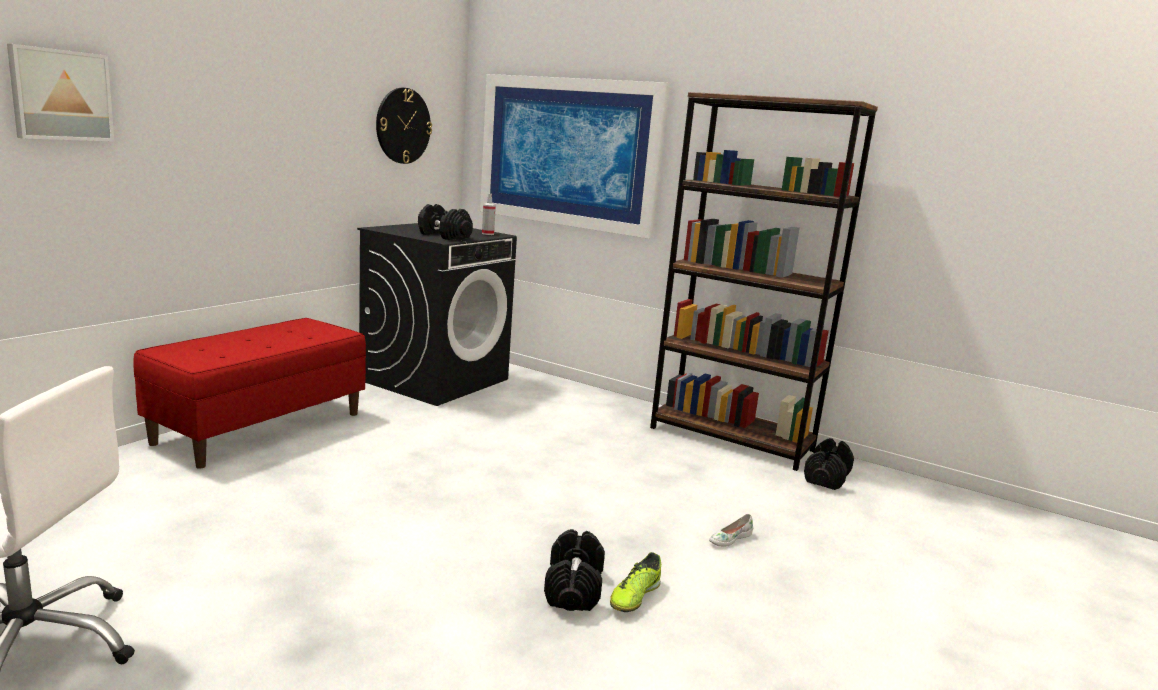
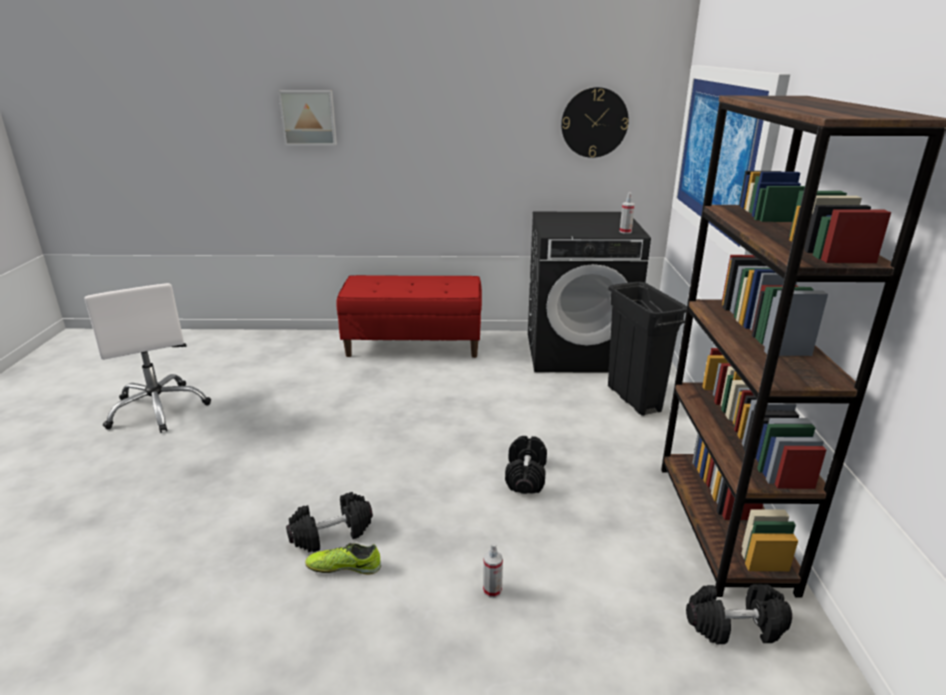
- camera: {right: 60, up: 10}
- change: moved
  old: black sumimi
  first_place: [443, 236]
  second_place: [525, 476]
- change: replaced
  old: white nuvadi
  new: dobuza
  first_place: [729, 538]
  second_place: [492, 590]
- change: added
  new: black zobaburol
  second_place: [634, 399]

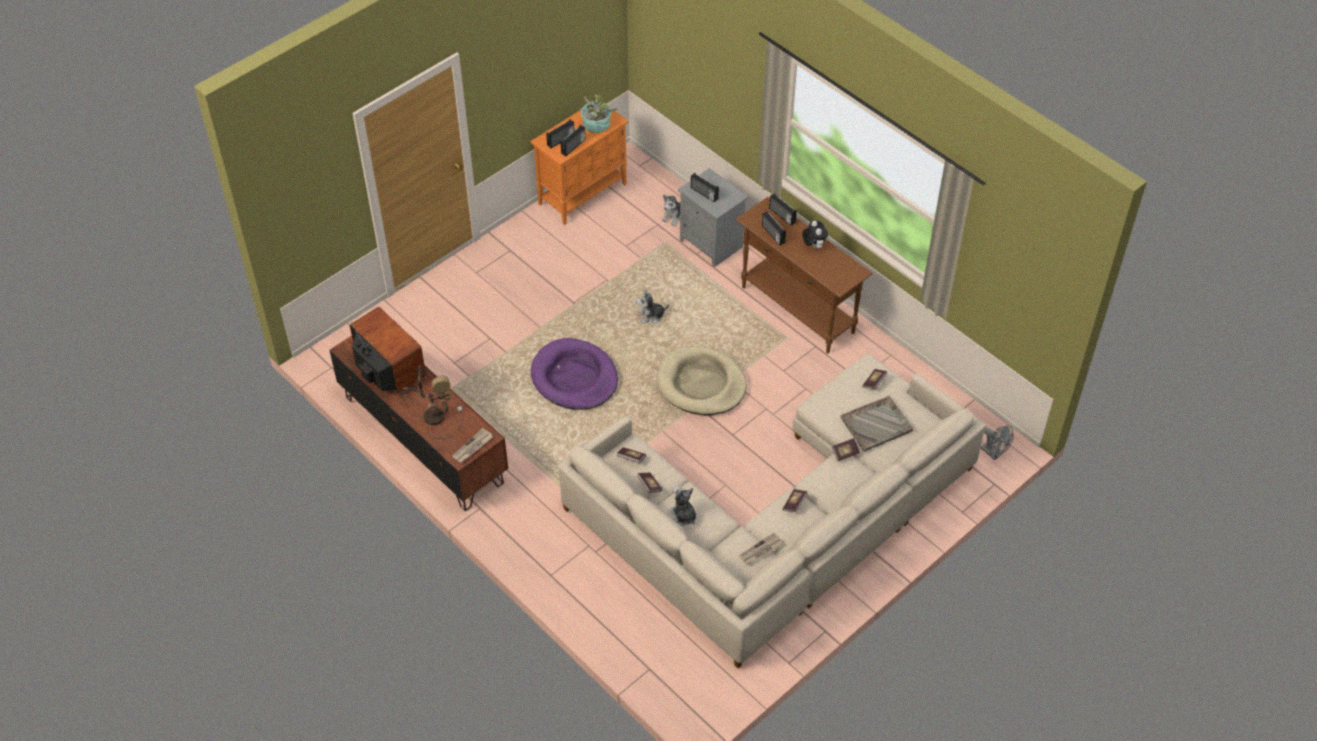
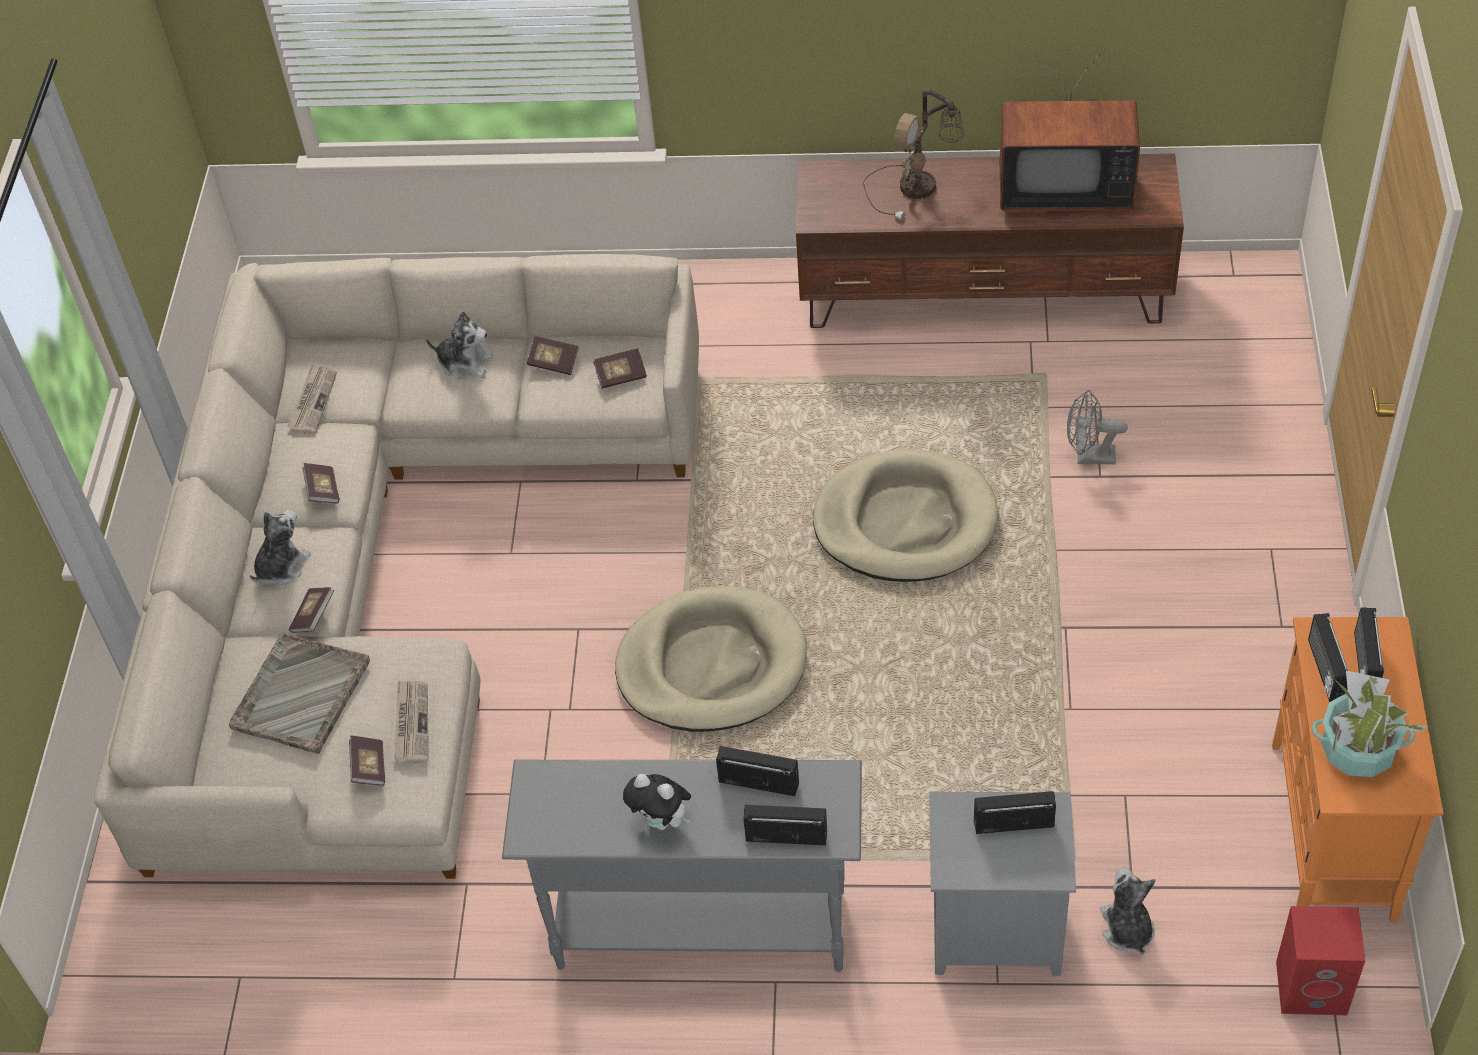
- camera: {right: 140, up: 0}
- change: moved
  old: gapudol
  first_place: [472, 447]
  second_place: [411, 723]
- change: recoloured
  old: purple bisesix
  new: beige bisesix
  first_place: [574, 378]
  second_place: [905, 522]
- change: moved
  old: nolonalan
  first_place: [651, 316]
  second_place: [281, 566]
- change: recoloured
  old: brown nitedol
  new: grey nitedol
  first_place: [797, 310]
  second_place: [700, 927]
- change: moved
  old: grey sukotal
  first_place: [994, 453]
  second_place: [1089, 457]
- change: added
  new: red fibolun
  second_place: [1313, 986]

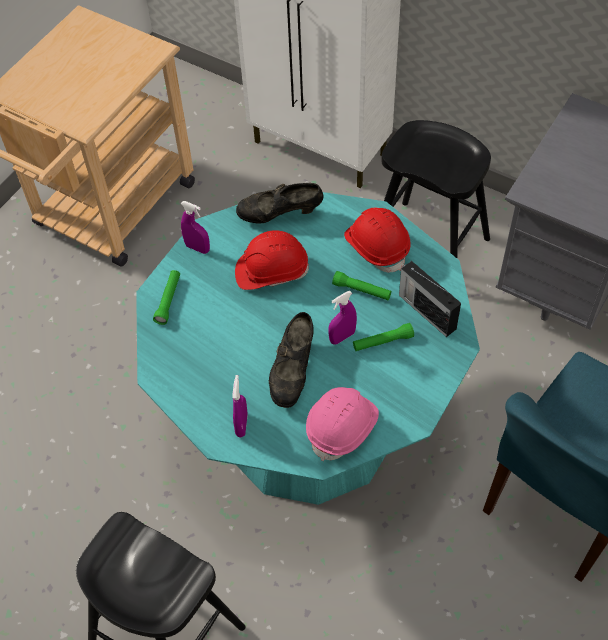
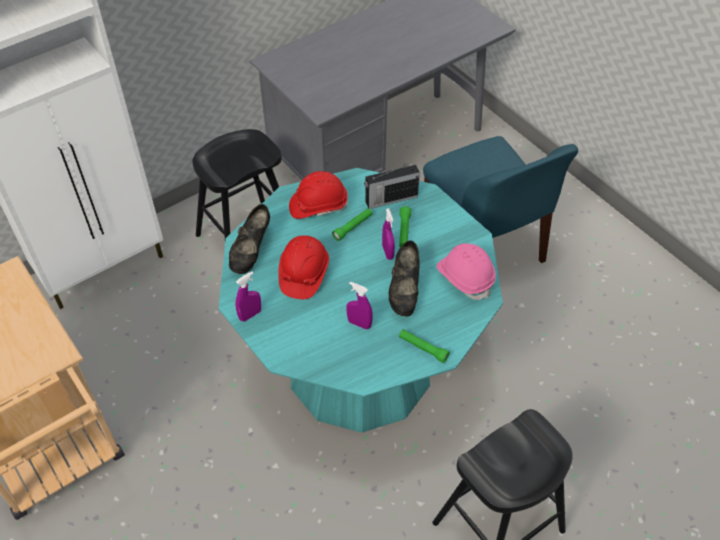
- camera: {right: -70, up: -5}
- change: moved
  old: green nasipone
  first_place: [168, 300]
  second_place: [423, 348]
- change: moved
  old: purple dobuza
  first_place: [241, 425]
  second_place: [359, 324]
- change: turned
  old: black nuvadi
  first_place: [292, 372]
  second_place: [404, 291]
  degrees: 60

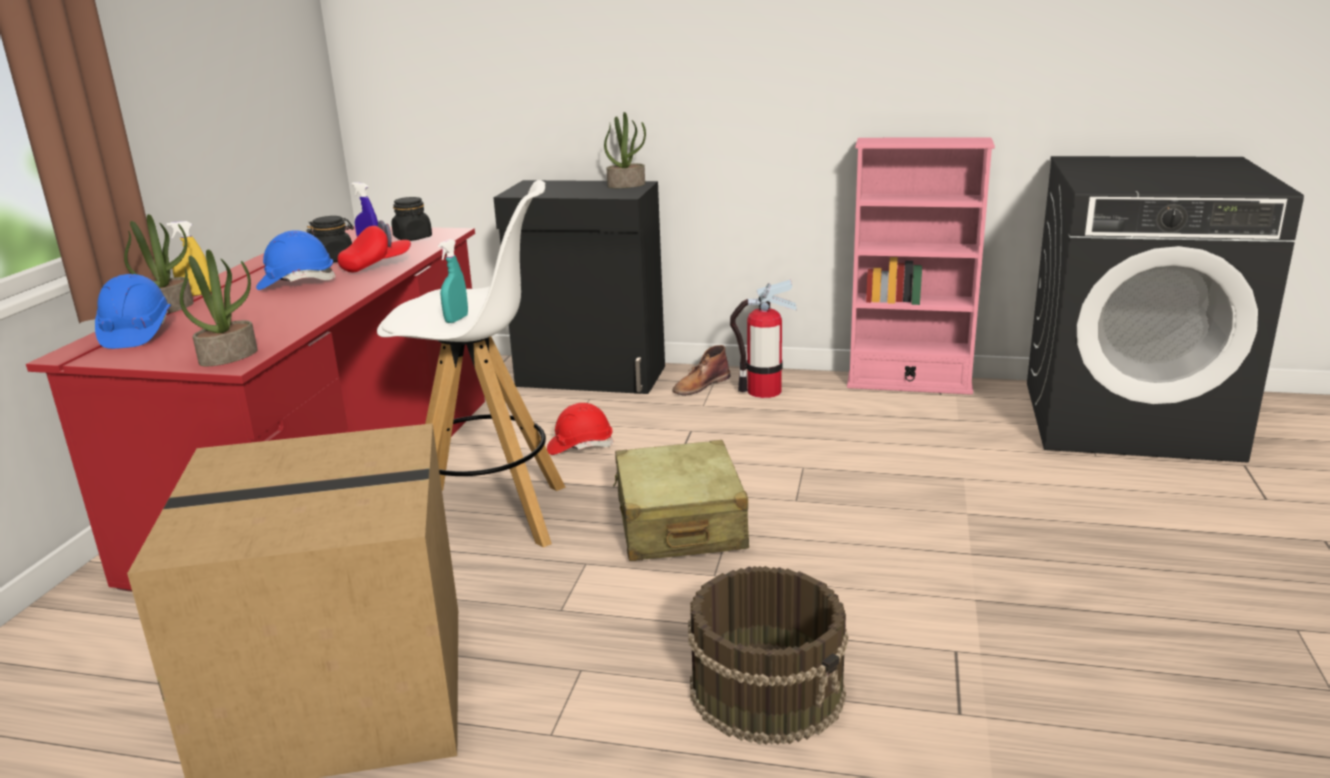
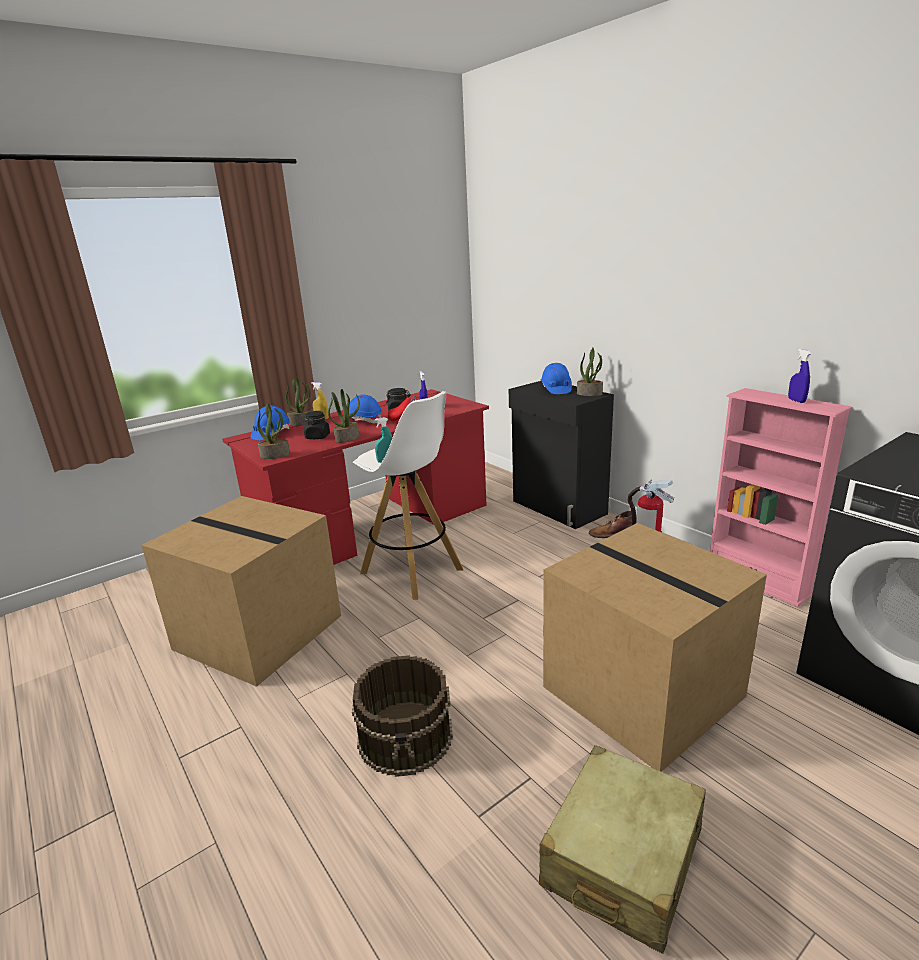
- camera: {right: 40, up: 0}
- change: moved
  old: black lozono
  first_place: [413, 238]
  second_place: [317, 437]
- change: removed
  old: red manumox
  first_place: [580, 446]
- change: moved
  old: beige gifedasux
  first_place: [679, 524]
  second_place: [622, 858]
- change: added
  new: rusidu
  second_place: [347, 438]
- change: added
  new: blue manumox
  second_place: [555, 389]
- change: added
  new: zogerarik
  second_place: [645, 691]
- change: added
  new: blue dobuza
  second_place: [796, 401]

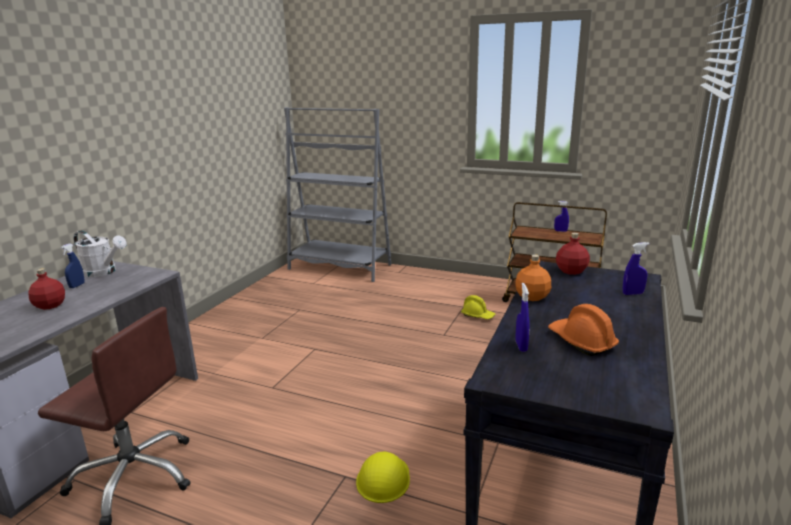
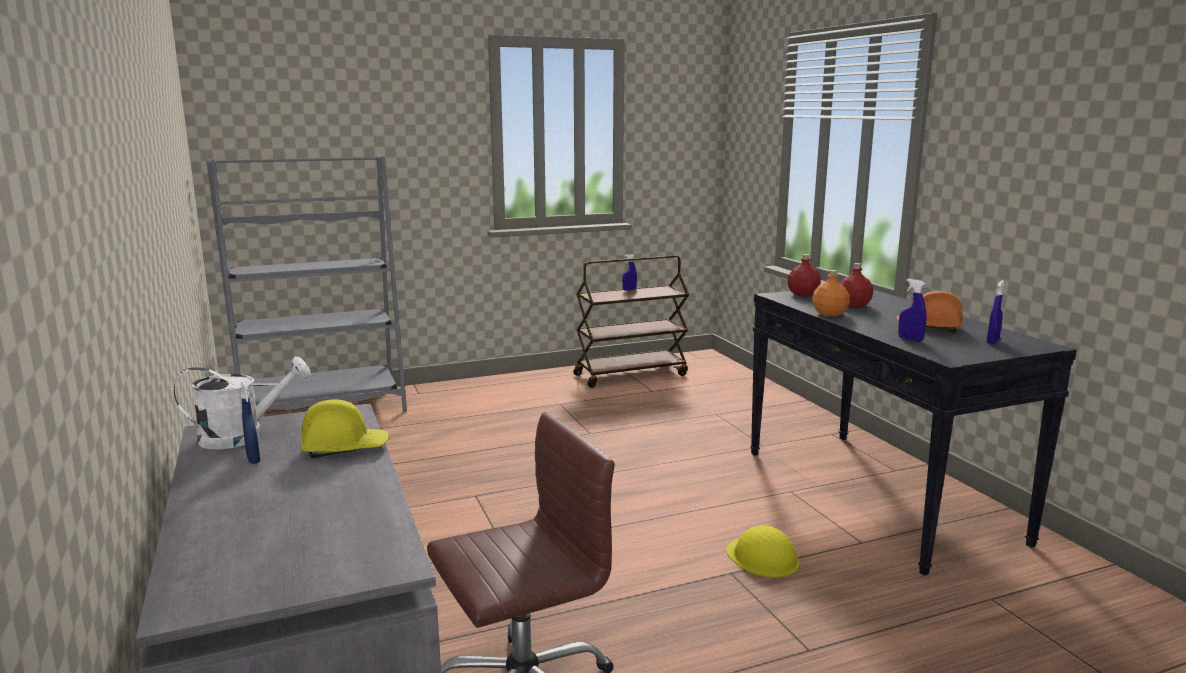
- camera: {right: -45, up: -5}
- change: moved
  old: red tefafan
  first_place: [50, 306]
  second_place: [854, 305]
- change: moved
  old: yellow manumox
  first_place: [477, 315]
  second_place: [345, 448]
- change: moved
  old: blue dobuza
  first_place: [633, 293]
  second_place: [992, 342]

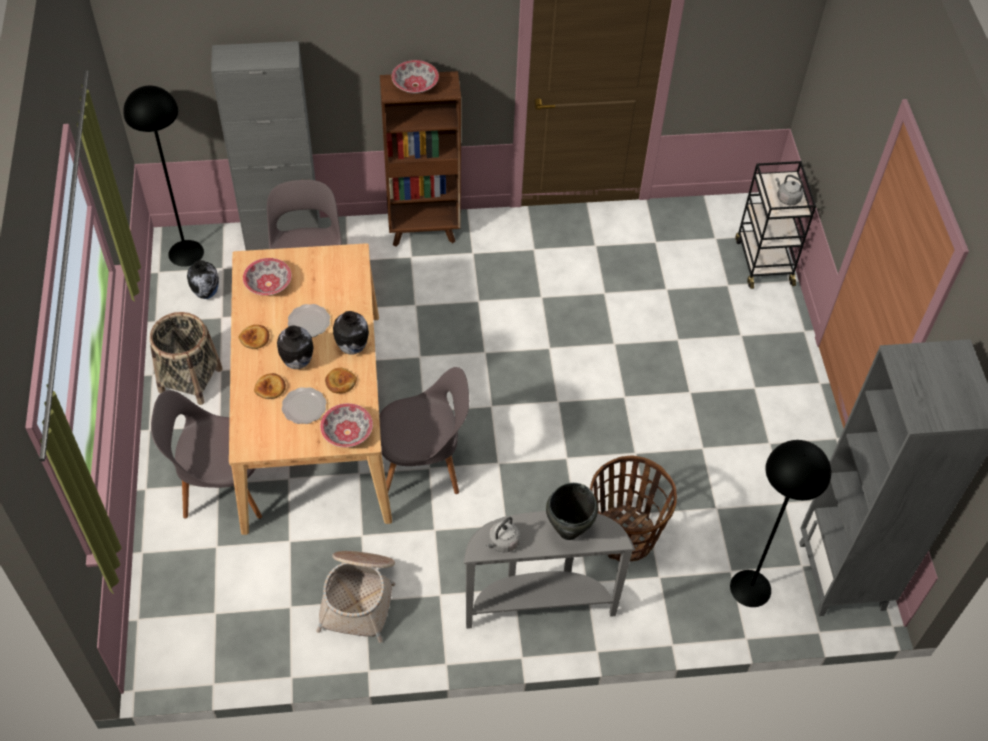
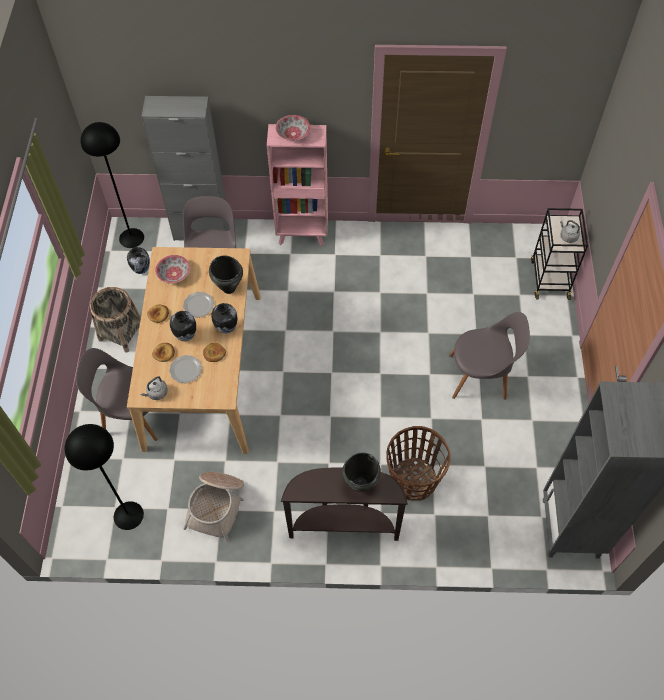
- camera: {right: 10, up: 5}
- change: removed
  old: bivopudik
  first_place: [347, 433]
- change: moved
  old: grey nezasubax
  first_place: [422, 465]
  second_place: [481, 376]
- change: recoloured
  old: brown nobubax
  new: pink nobubax
  first_place: [424, 231]
  second_place: [302, 234]
- change: recoloured
  old: grey nitedol
  new: brown nitedol
  first_place: [538, 604]
  second_place: [343, 525]
- change: moved
  old: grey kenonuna
  first_place: [502, 542]
  second_place: [156, 393]
- change: moved
  old: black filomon
  first_place: [750, 588]
  second_place: [128, 515]
- change: added
  new: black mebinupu
  second_place: [229, 288]

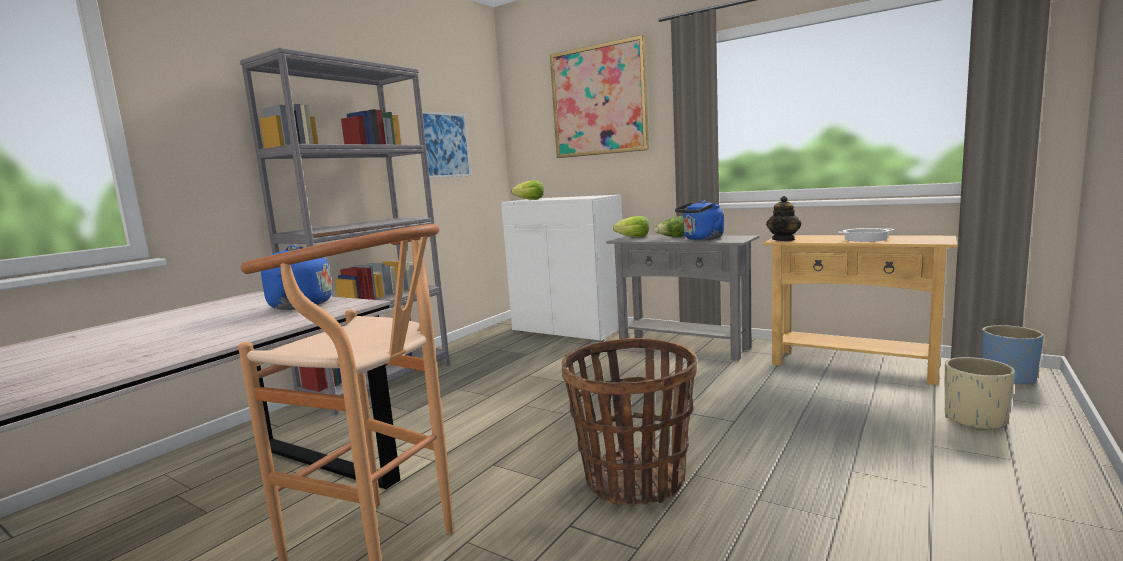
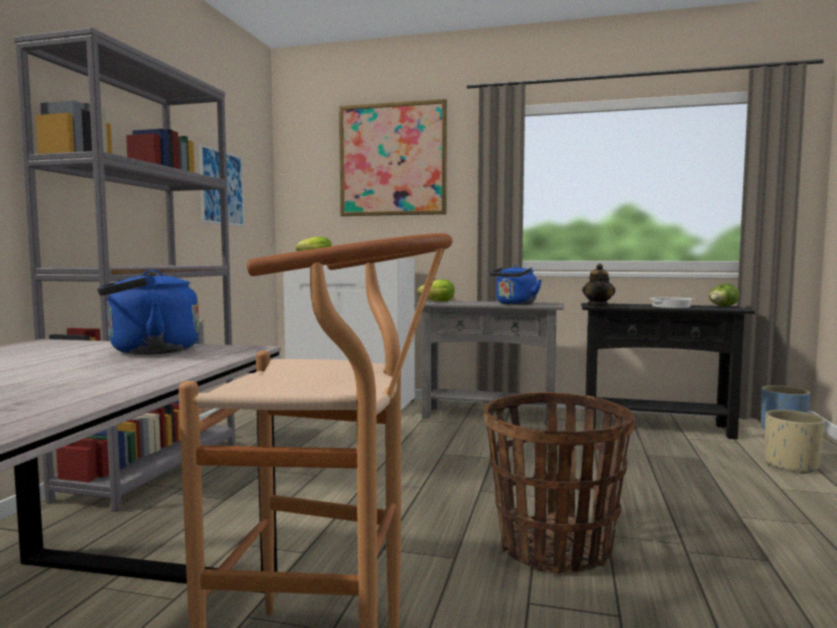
- camera: {right: -20, up: -5}
- change: moved
  old: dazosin
  first_place: [672, 237]
  second_place: [722, 306]
- change: recoloured
  old: beige nitedol
  new: black nitedol
  first_place: [852, 366]
  second_place: [656, 427]

